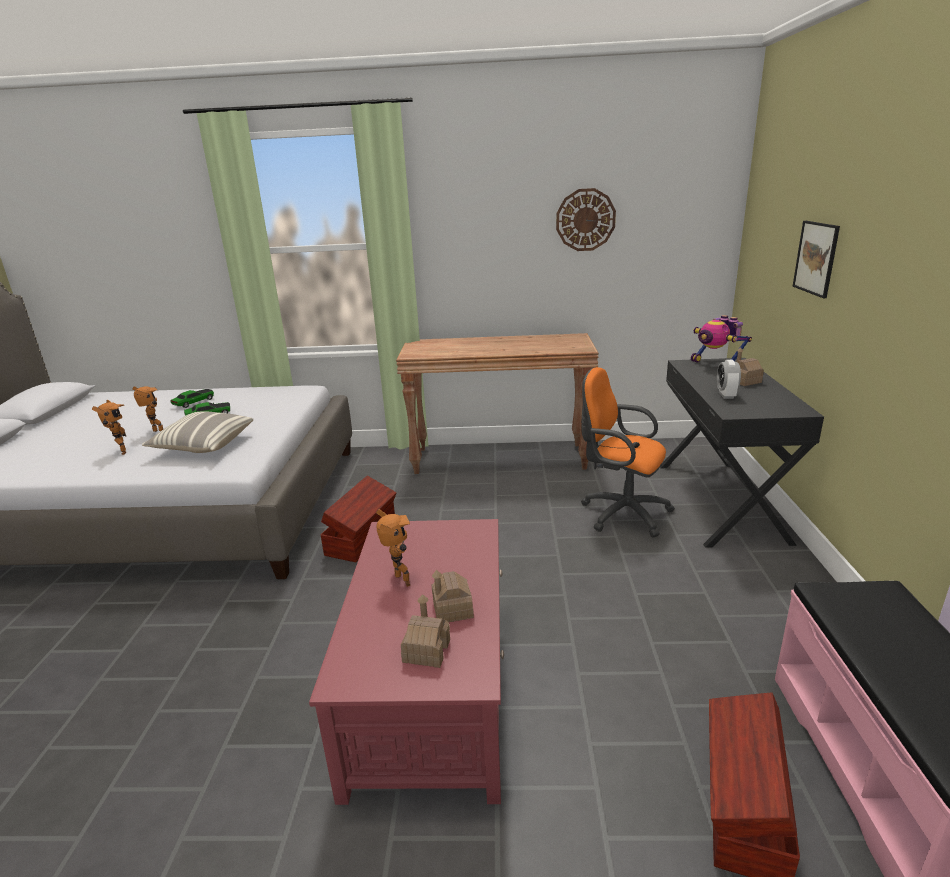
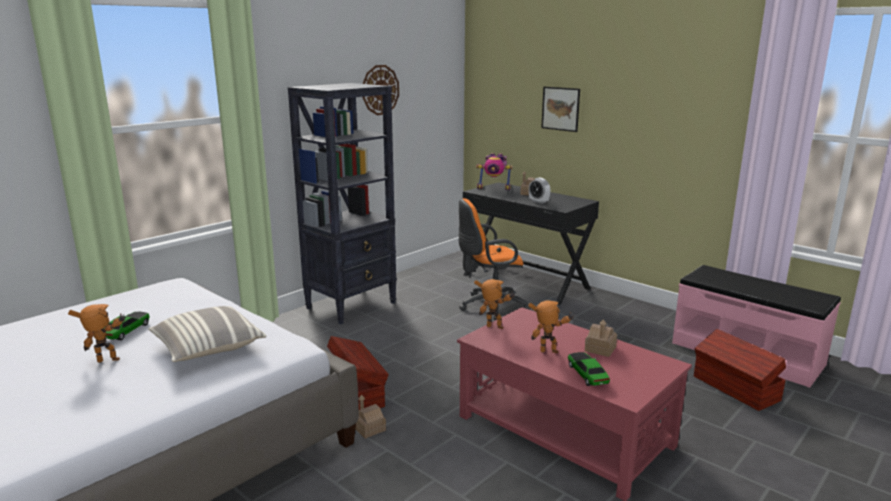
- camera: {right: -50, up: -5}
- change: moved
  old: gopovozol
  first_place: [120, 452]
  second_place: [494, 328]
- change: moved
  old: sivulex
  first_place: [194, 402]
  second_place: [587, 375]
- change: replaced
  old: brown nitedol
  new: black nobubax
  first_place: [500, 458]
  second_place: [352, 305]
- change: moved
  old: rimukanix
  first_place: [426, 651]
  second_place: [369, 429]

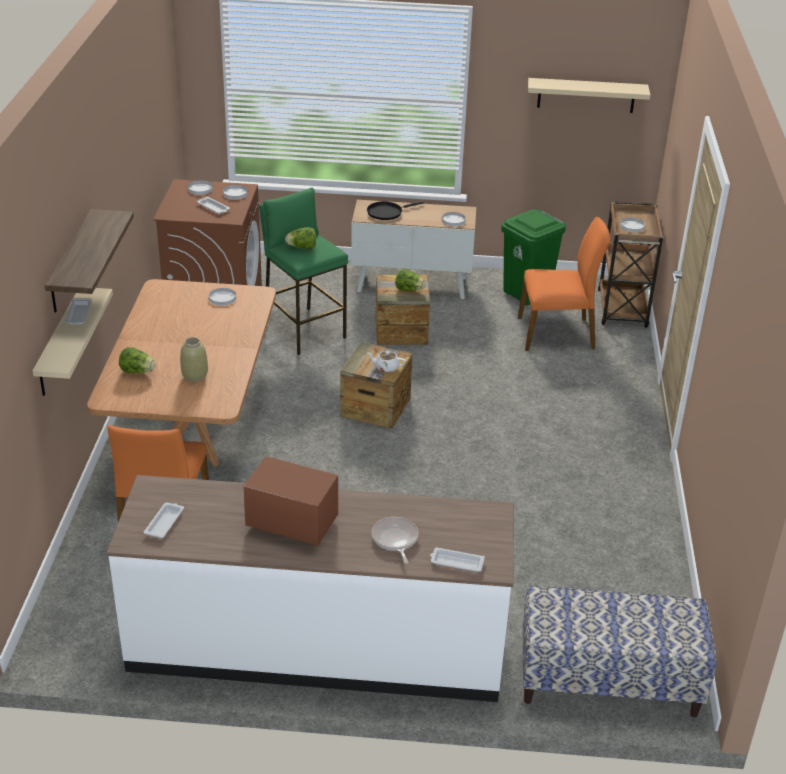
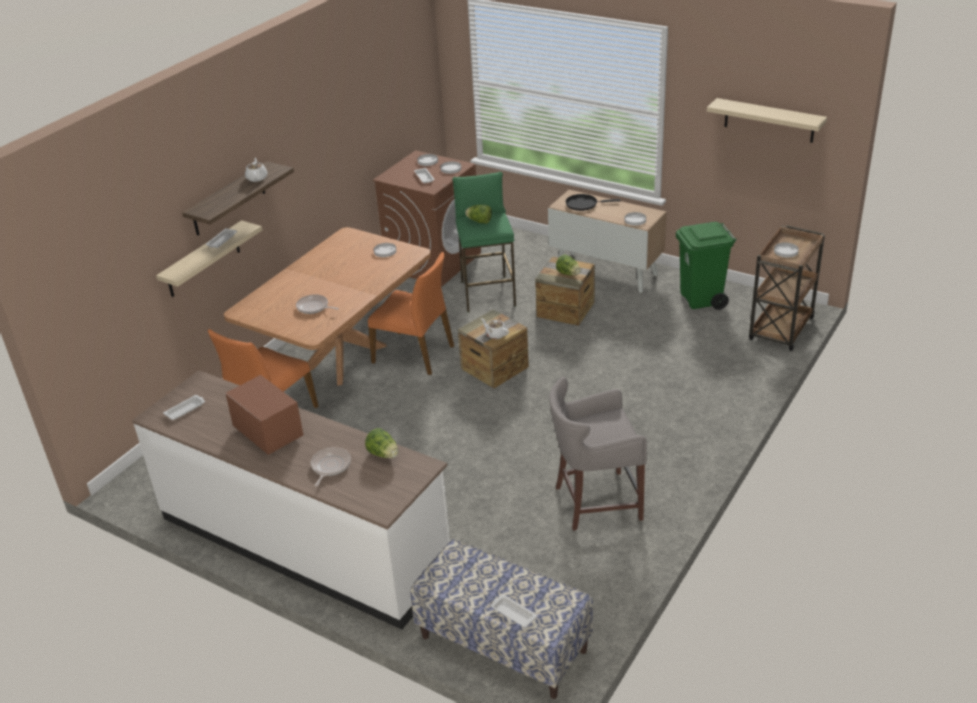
- camera: {right: 30, up: 0}
- change: moved
  old: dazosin
  first_place: [137, 371]
  second_place: [383, 454]
- change: replaced
  old: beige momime
  new: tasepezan
  first_place: [195, 376]
  second_place: [314, 307]
- change: moved
  old: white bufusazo
  first_place: [456, 562]
  second_place: [513, 613]
- change: moved
  old: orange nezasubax
  first_place: [557, 333]
  second_place: [414, 354]
- change: added
  new: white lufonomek
  second_place: [257, 178]
- change: added
  new: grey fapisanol
  second_place: [595, 502]

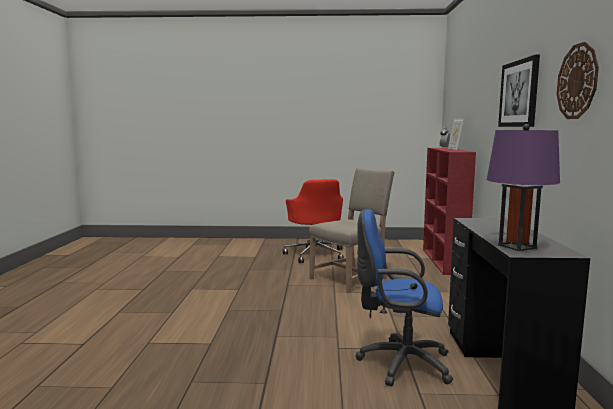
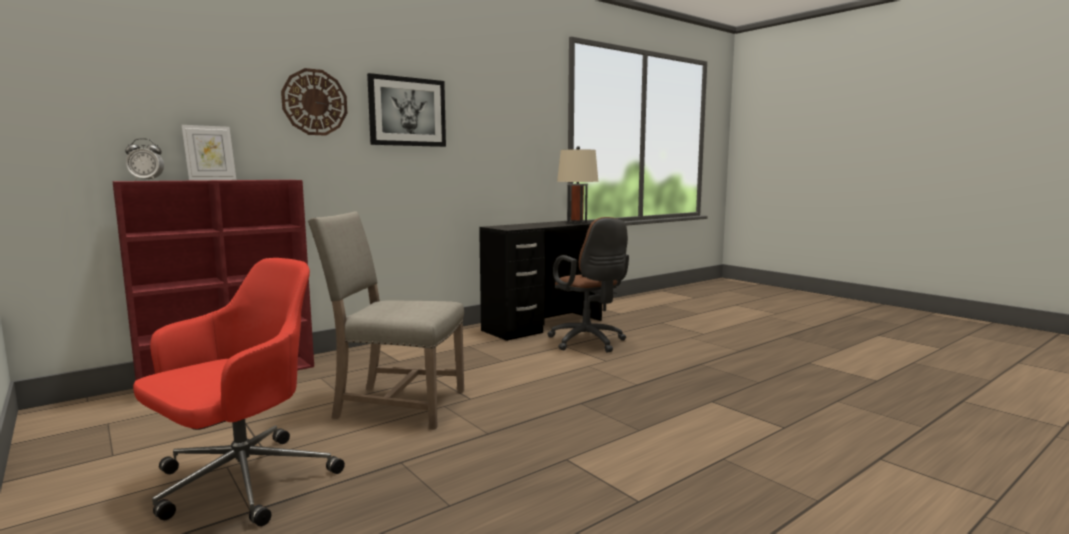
- camera: {right: -130, up: 0}
- change: recoloured
  old: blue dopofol
  new: brown dopofol
  first_place: [399, 363]
  second_place: [589, 343]
- change: recoloured
  old: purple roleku
  new: beige roleku
  first_place: [517, 246]
  second_place: [577, 223]
- change: moved
  old: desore
  first_place: [577, 81]
  second_place: [314, 102]

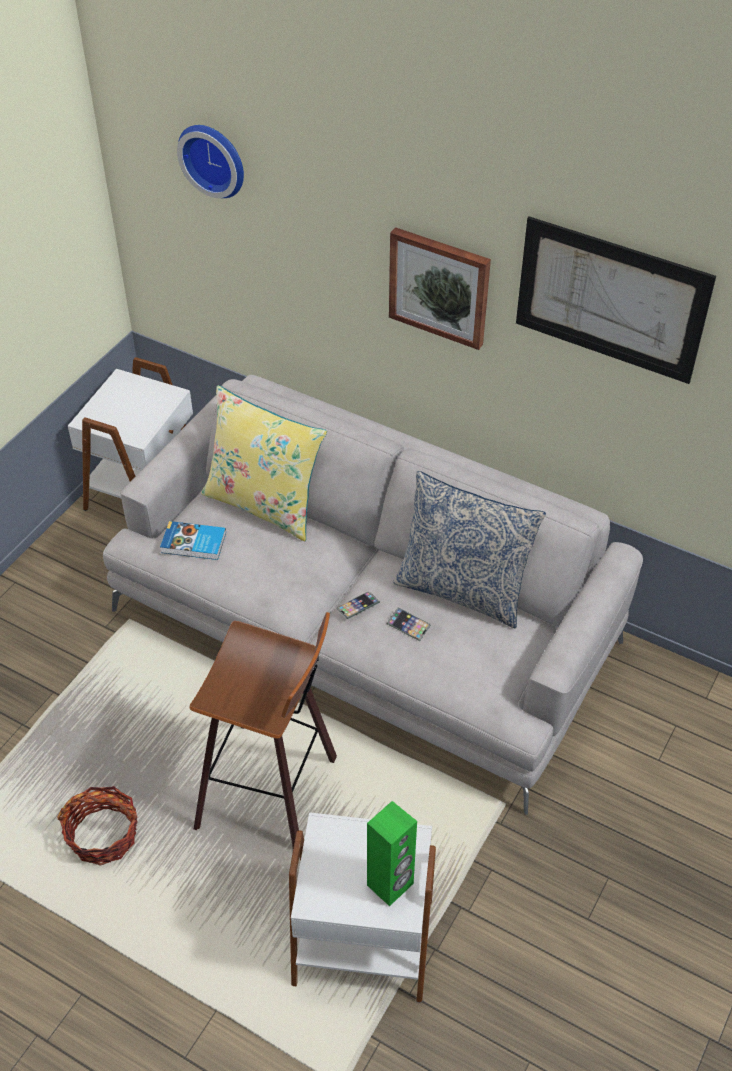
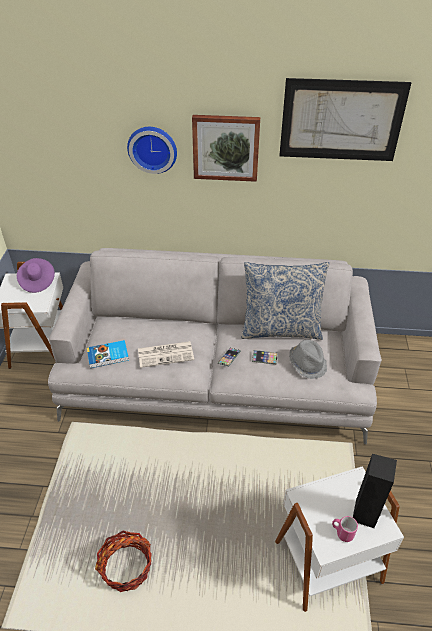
- camera: {right: -25, up: -5}
- change: moved
  old: desore
  first_place: [214, 158]
  second_place: [153, 148]
- change: removed
  old: fapisanol
  first_place: [273, 789]
- change: removed
  old: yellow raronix
  first_place: [265, 504]
- change: recoloured
  old: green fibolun
  new: black fibolun
  first_place: [390, 885]
  second_place: [365, 514]
- change: added
  new: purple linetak
  second_place: [37, 282]
- change: added
  new: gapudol
  second_place: [166, 354]
- change: added
  new: grey linetak
  second_place: [307, 364]
- change: added
  new: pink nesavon
  second_place: [342, 532]

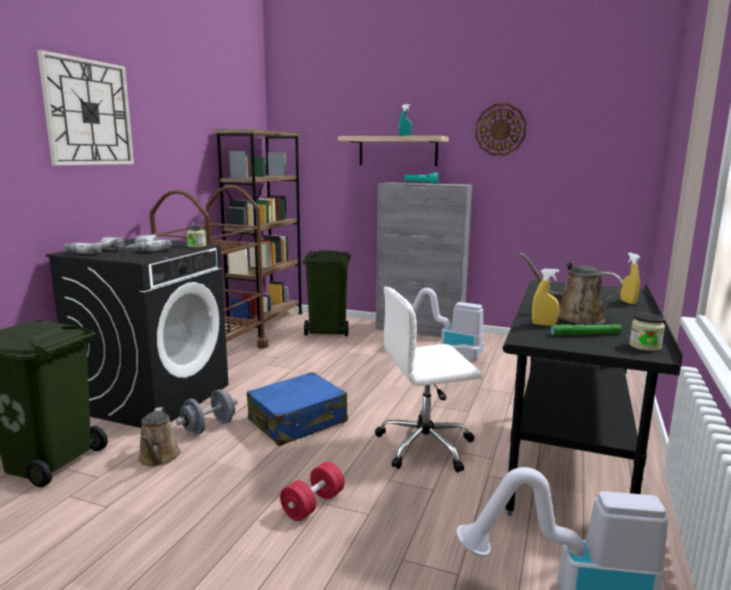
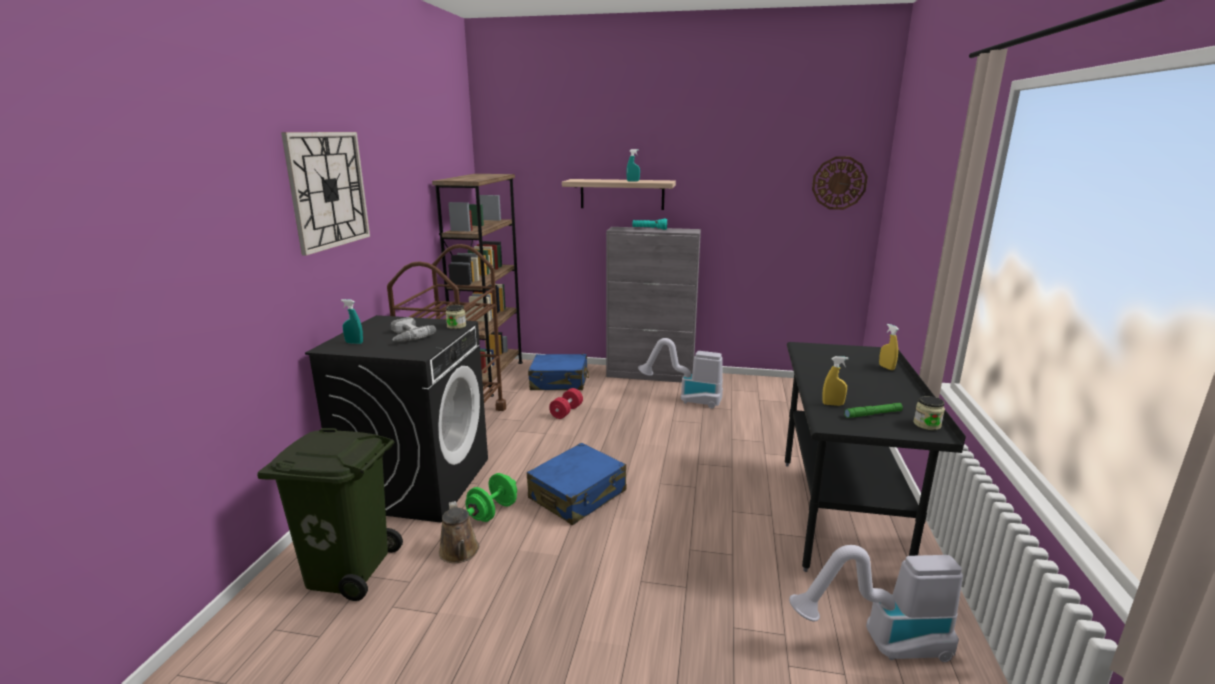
- camera: {right: -10, up: 5}
- change: replaced
  old: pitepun
  new: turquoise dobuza
  first_place: [94, 251]
  second_place: [354, 343]
- change: recoloured
  old: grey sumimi
  new: green sumimi
  first_place: [209, 427]
  second_place: [492, 512]
- change: moved
  old: red sumimi
  first_place: [313, 504]
  second_place: [566, 412]
- change: replaced
  old: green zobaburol
  new: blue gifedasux
  first_place: [328, 330]
  second_place: [559, 382]
- change: removed
  old: white dopofol
  first_place: [426, 446]
- change: moved
  old: desore
  first_place: [500, 130]
  second_place: [839, 183]
- change: removed
  old: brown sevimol
  first_place: [574, 317]

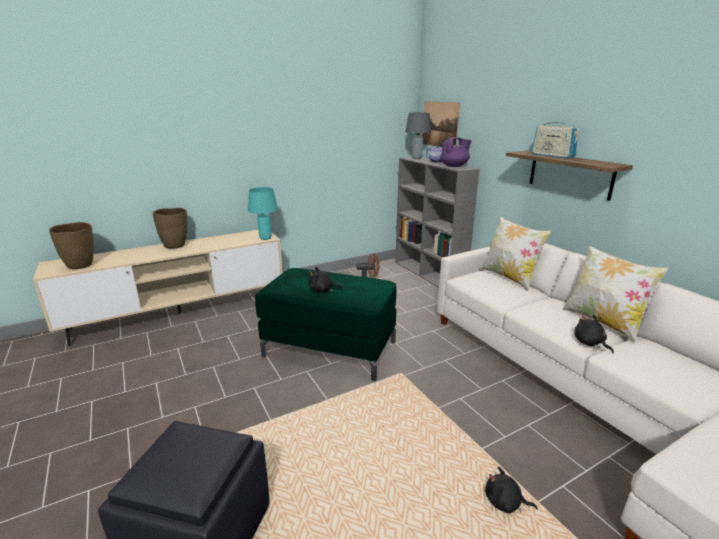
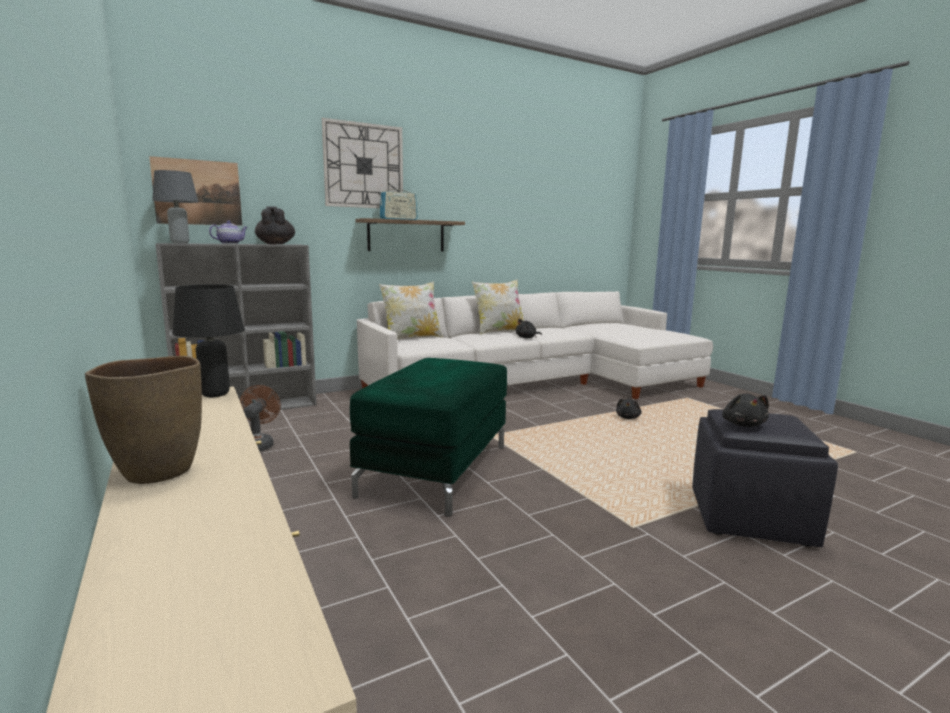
- camera: {right: -90, up: -10}
- change: removed
  old: brown momime
  first_place: [81, 265]
- change: recoloured
  old: turquoise roleku
  new: black roleku
  first_place: [266, 238]
  second_place: [215, 394]
- change: moved
  old: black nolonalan
  first_place: [323, 290]
  second_place: [743, 424]
- change: recoloured
  old: purple lufonomek
  new: black lufonomek
  first_place: [454, 166]
  second_place: [275, 244]
- change: added
  new: desore
  second_place: [363, 166]

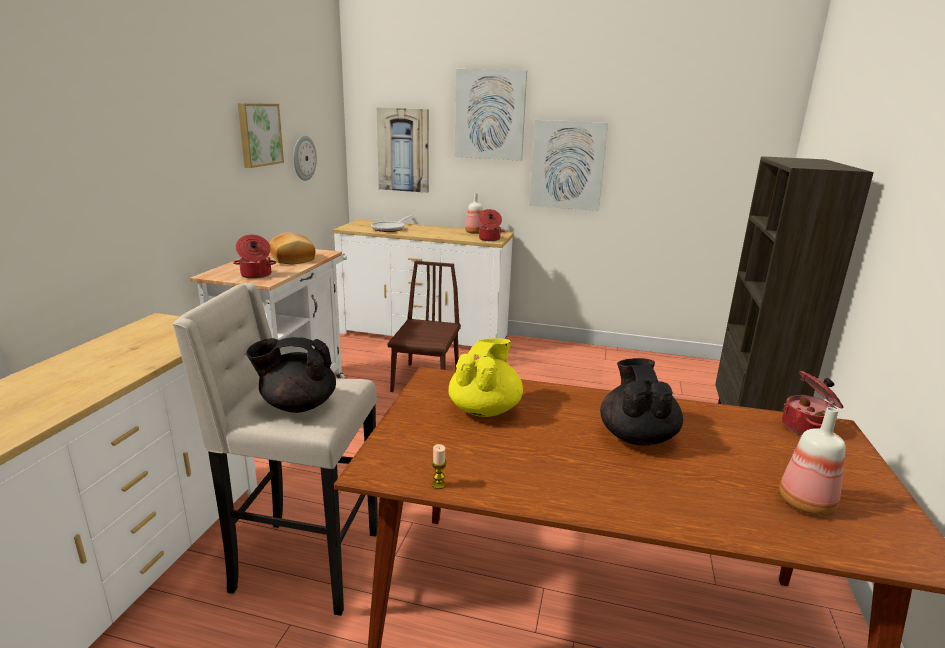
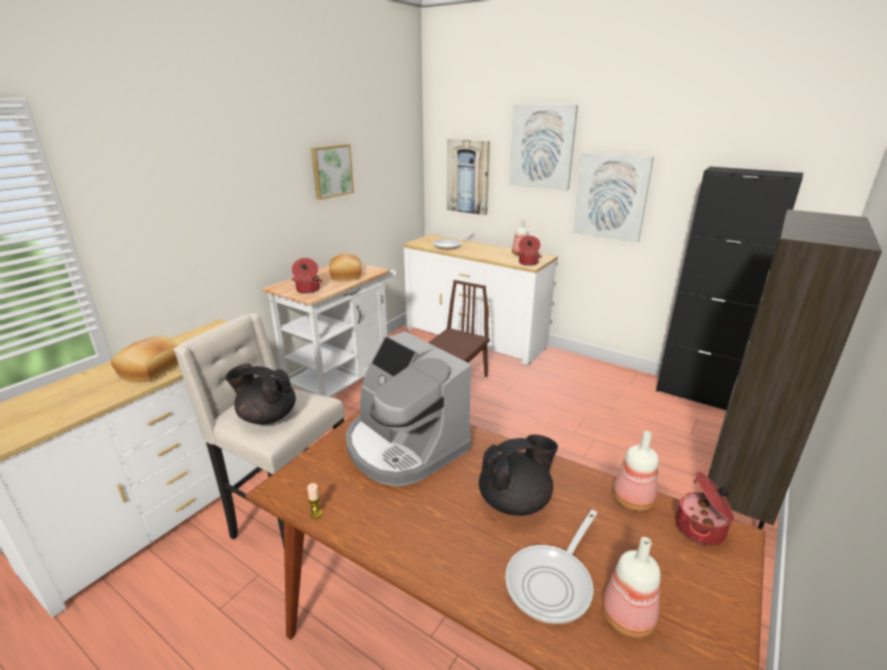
- camera: {right: 20, up: 5}
- change: removed
  old: desore
  first_place: [303, 158]
- change: replaced
  old: yellow lufonomek
  new: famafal
  first_place: [485, 409]
  second_place: [404, 446]
- change: turned
  old: black lufonomek
  first_place: [636, 436]
  second_place: [515, 501]
  degrees: 45
- change: added
  new: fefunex
  second_place: [152, 369]
- change: added
  new: tasepezan
  second_place: [552, 582]
- change: added
  new: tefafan
  second_place: [631, 499]
- change: added
  new: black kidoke
  second_place: [694, 394]

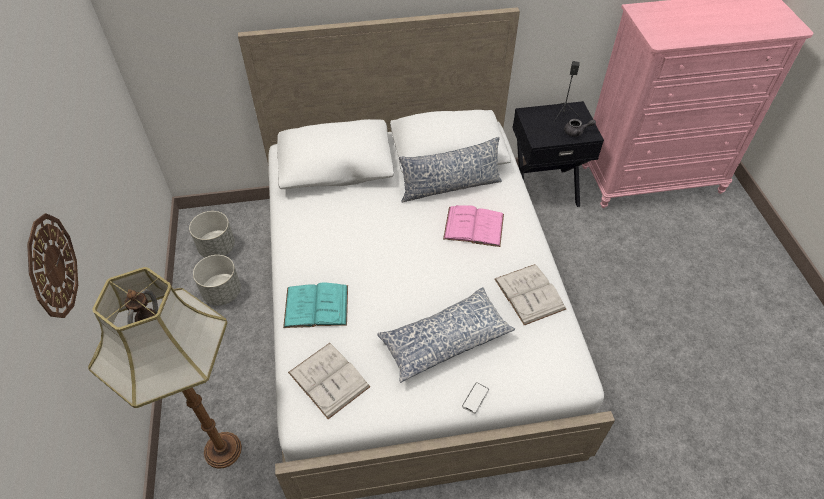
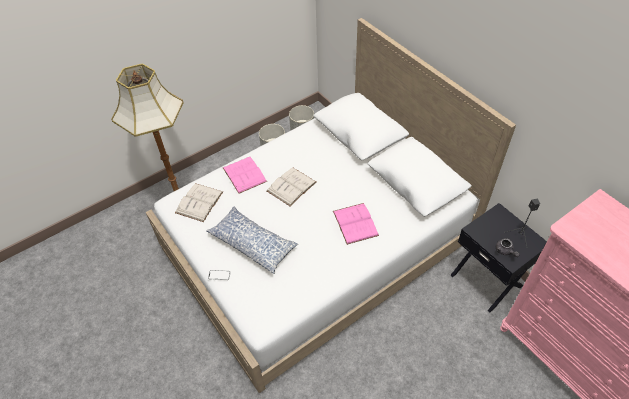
- camera: {right: 65, up: 0}
- change: removed
  old: desore
  first_place: [52, 266]
- change: recoloured
  old: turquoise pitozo
  new: pink pitozo
  first_place: [316, 306]
  second_place: [244, 174]
- change: removed
  old: raronix
  first_place: [450, 187]
- change: moved
  old: white pitozo
  first_place: [529, 294]
  second_place: [291, 186]

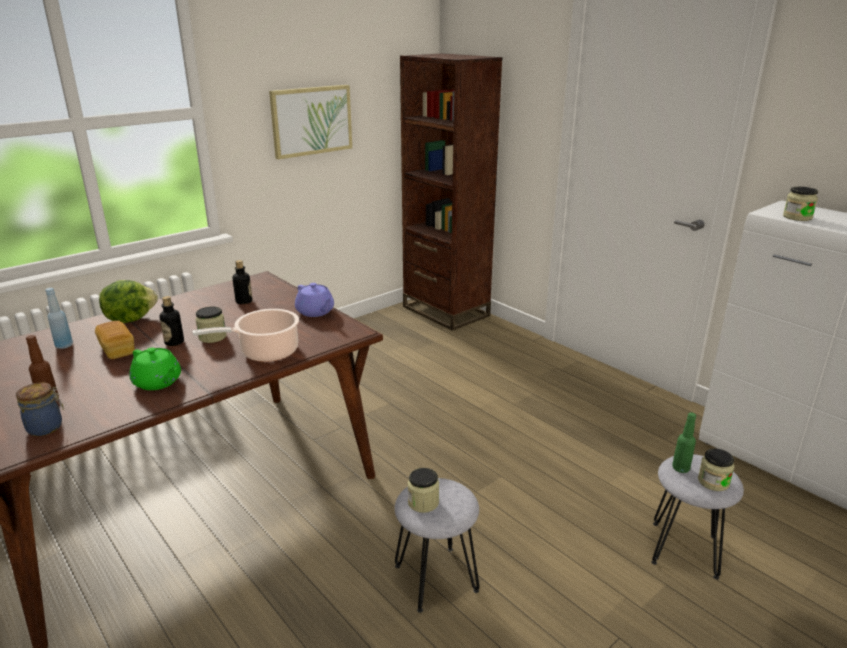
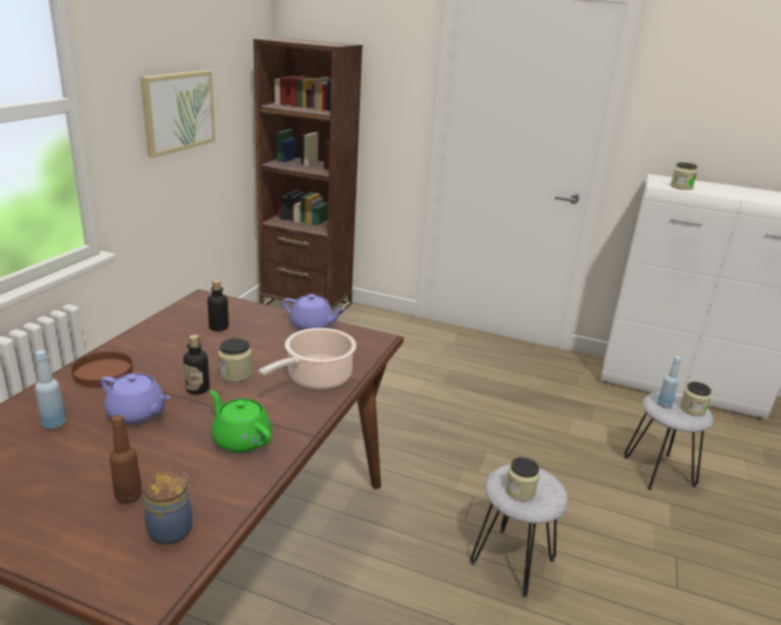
- camera: {right: -30, up: 0}
- change: replaced
  old: fefunex
  new: purple lufonomek
  first_place: [117, 350]
  second_place: [137, 413]
- change: replaced
  old: dazosin
  new: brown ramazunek
  first_place: [130, 319]
  second_place: [102, 372]
- change: turned
  old: green lufonomek
  first_place: [158, 382]
  second_place: [240, 439]
  degrees: -150
- change: recoloured
  old: green tefafan
  new: blue tefafan
  first_place: [680, 468]
  second_place: [664, 404]

